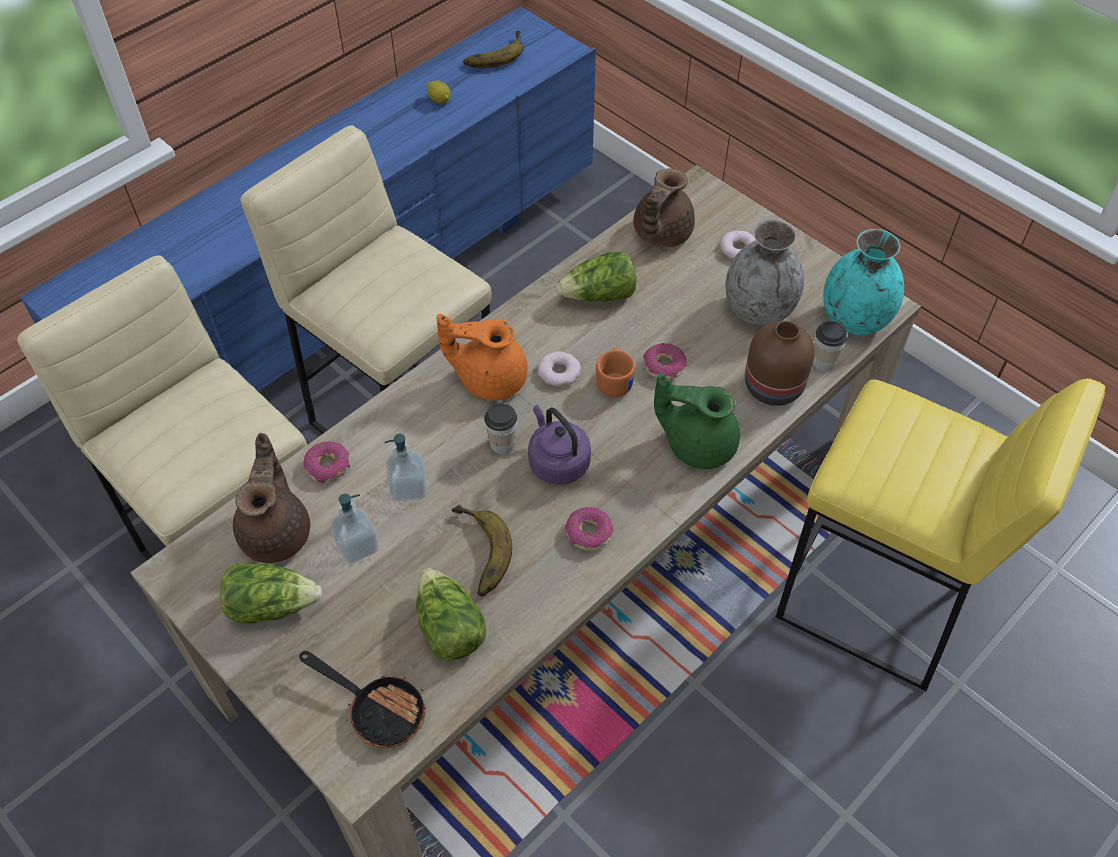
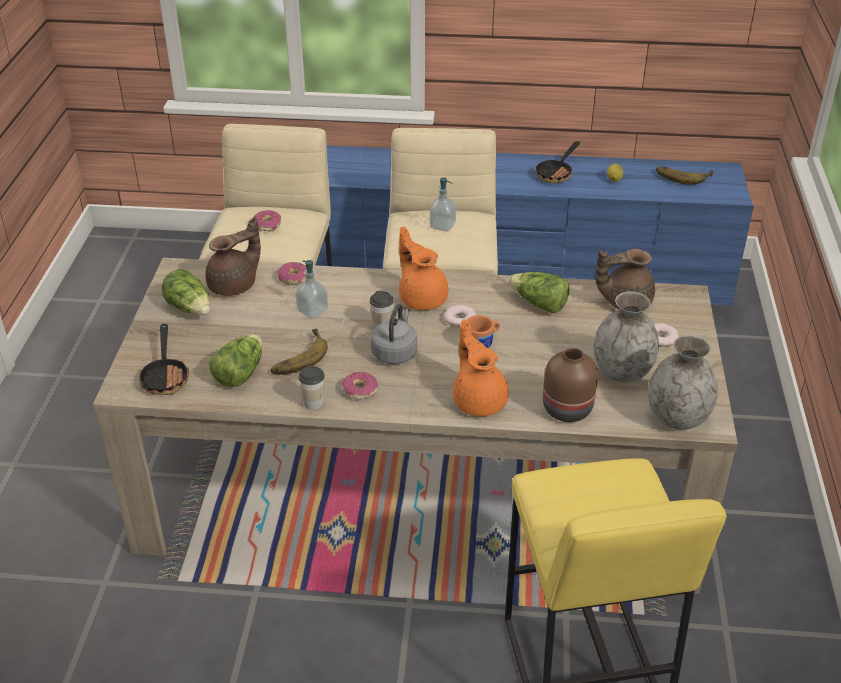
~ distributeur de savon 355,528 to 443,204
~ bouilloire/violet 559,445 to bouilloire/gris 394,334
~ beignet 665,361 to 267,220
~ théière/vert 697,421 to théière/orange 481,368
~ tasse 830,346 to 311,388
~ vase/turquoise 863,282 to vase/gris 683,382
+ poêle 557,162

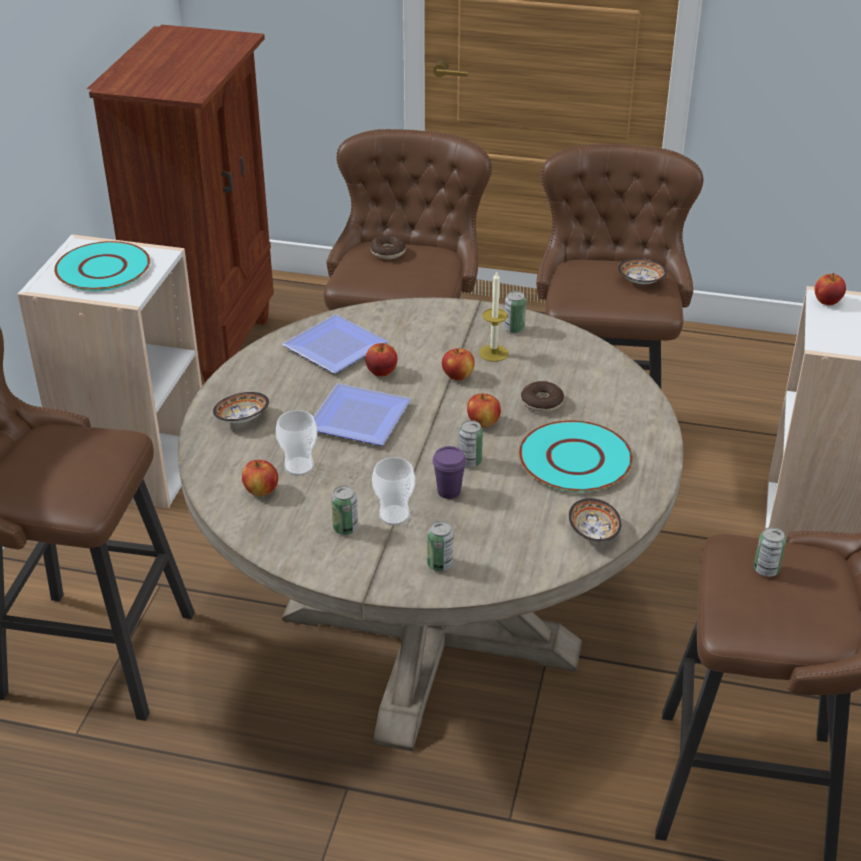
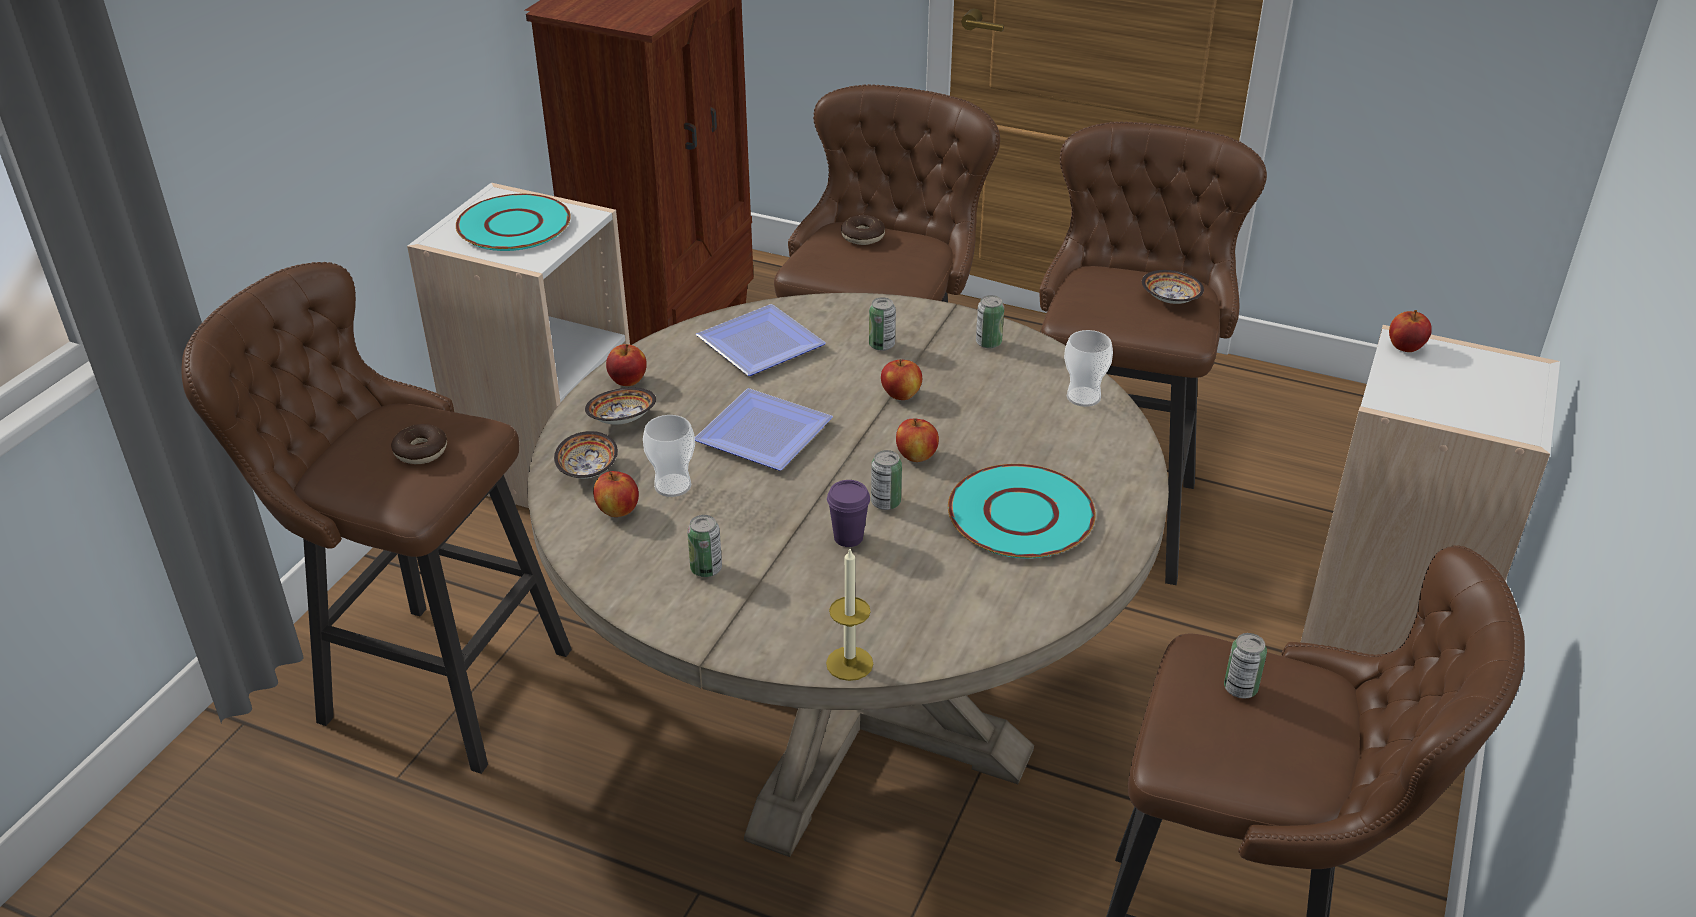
~ pomme 381,360 to 626,365
~ tasse 393,491 to 1088,368
~ boîte métallique 440,546 to 882,324
~ bougie 493,317 to 849,615
~ beignet 542,397 to 419,444
~ bol 595,520 to 586,455

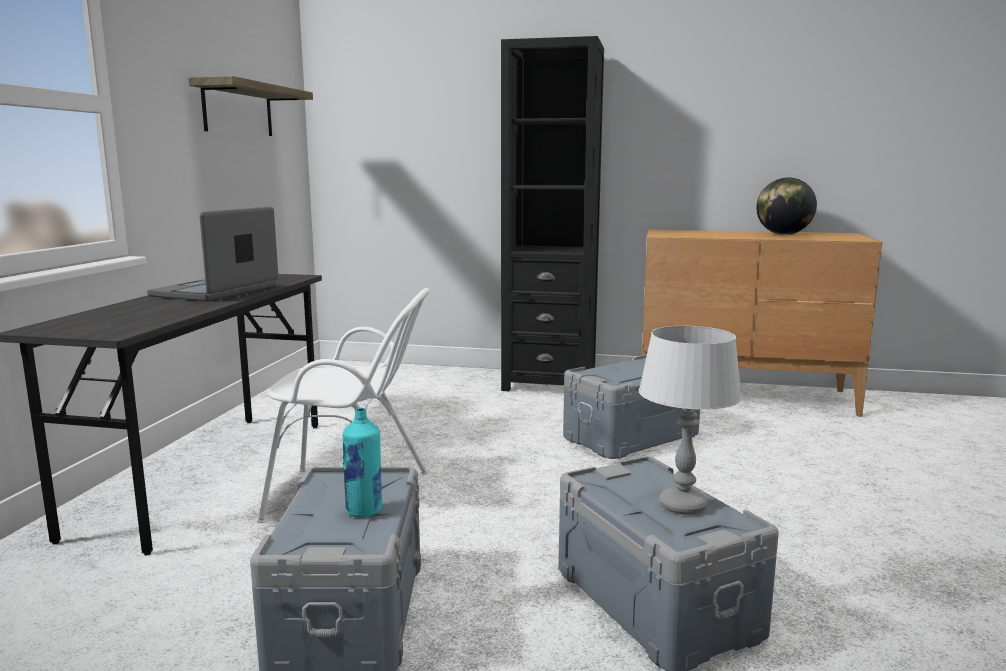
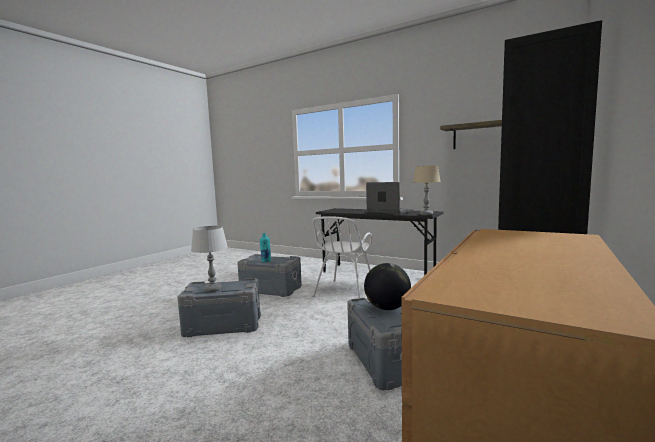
~ globe 786,206 to 387,286
+ lampe de table/beige 426,190

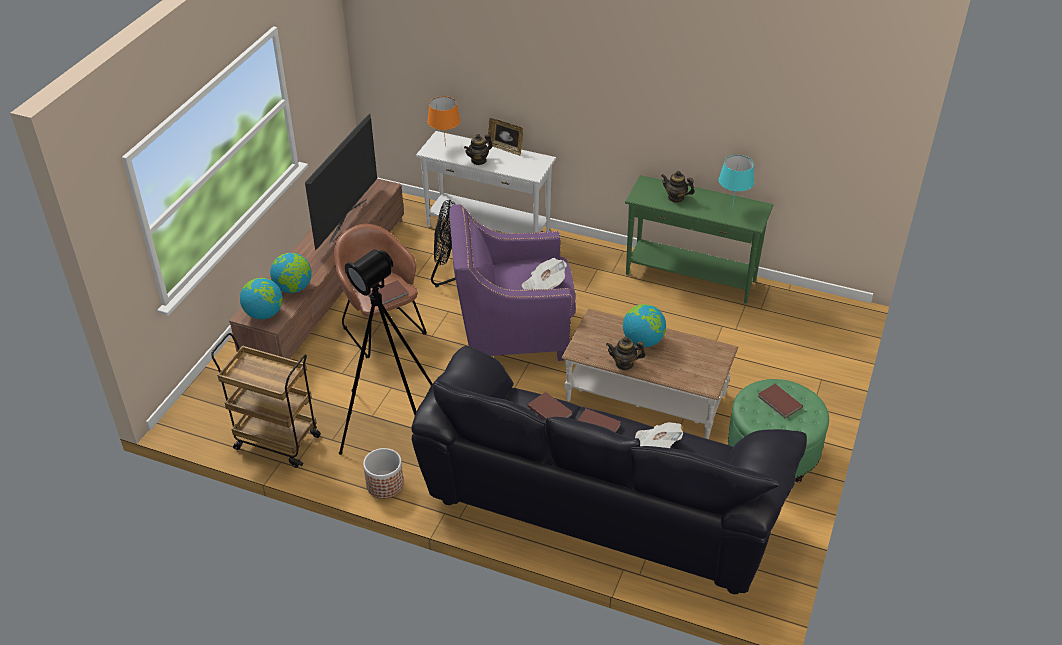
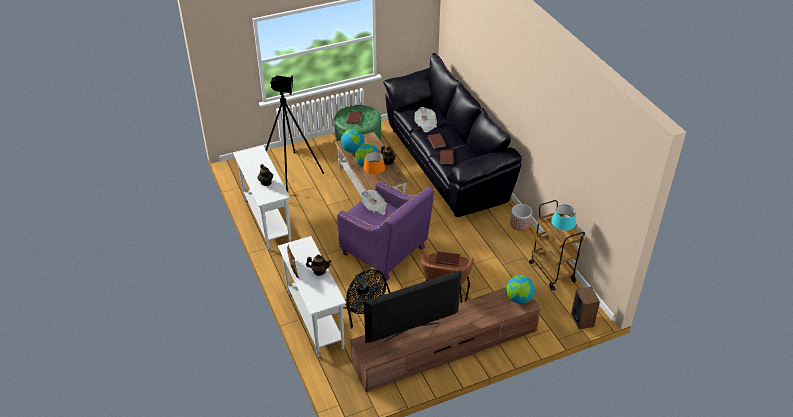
~ globe 291,273 to 352,141
~ lampadaire/noir 386,352 to 294,133
~ lampe de table/orange 443,121 to 374,167
~ table console/vert 699,239 to table console/blanc 262,198
~ lampe de table/turquoise 736,179 to 563,219
+ enceinte 585,308

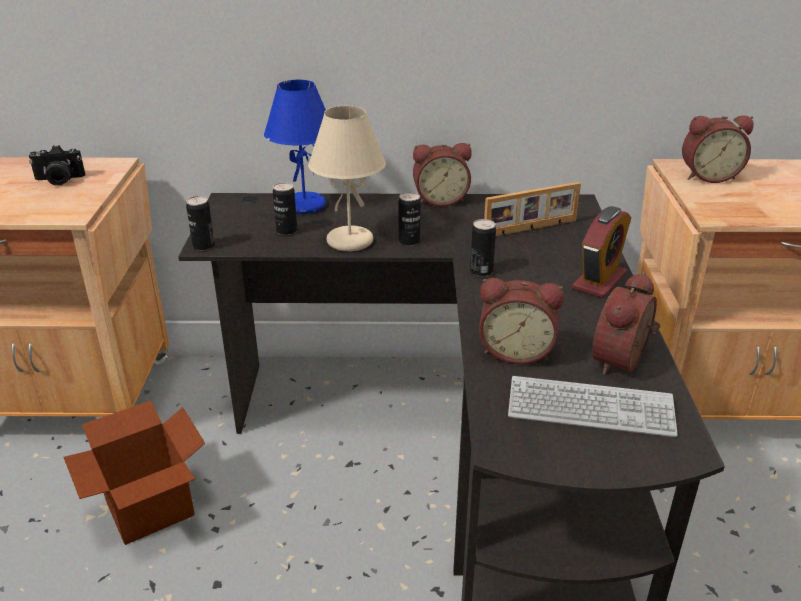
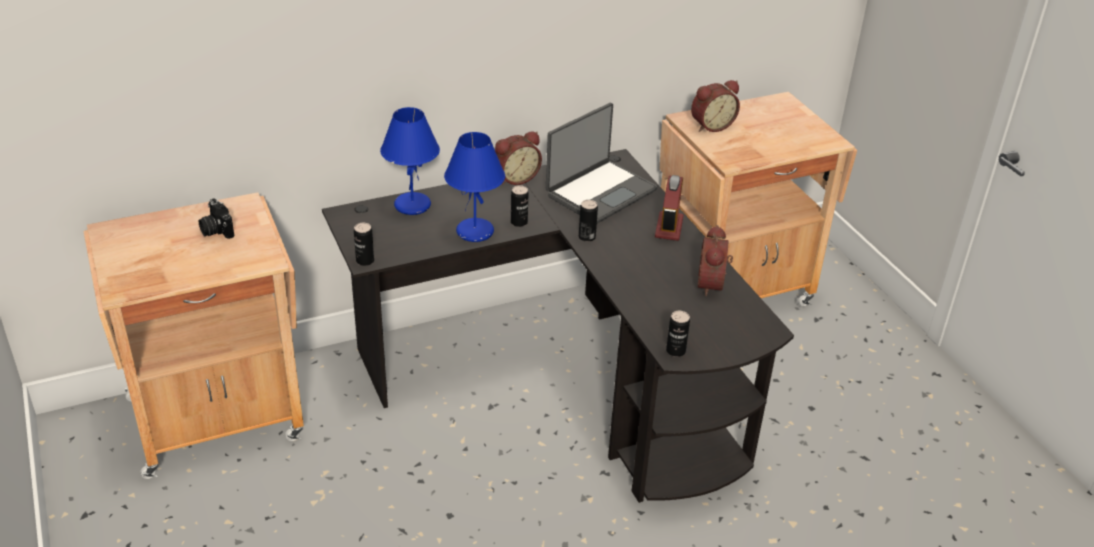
~ appareil photo 57,165 = 216,218 90 degrees clockwise
- carton 134,473
~ boîte métallique 285,208 to 678,334
~ lampe de table/beige 347,178 to lampe de table/bleu 474,187
- réveil 521,321
~ cadre photo 532,209 to ordinateur portable 601,163
- clavier 593,406

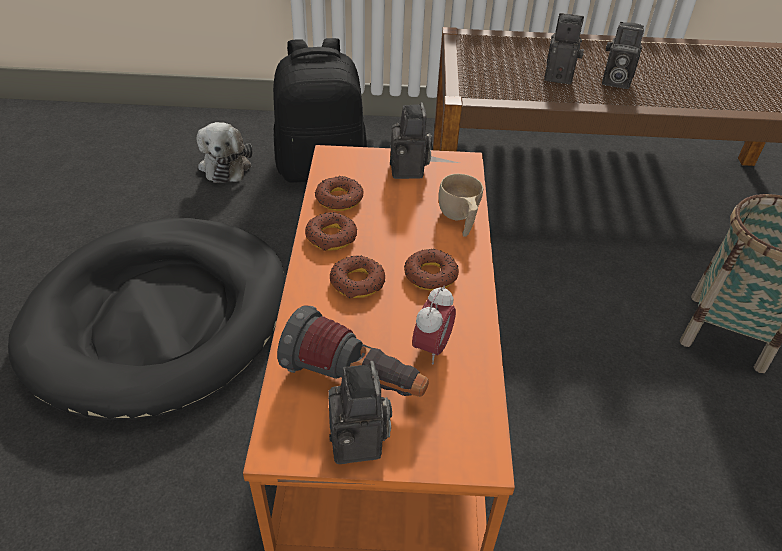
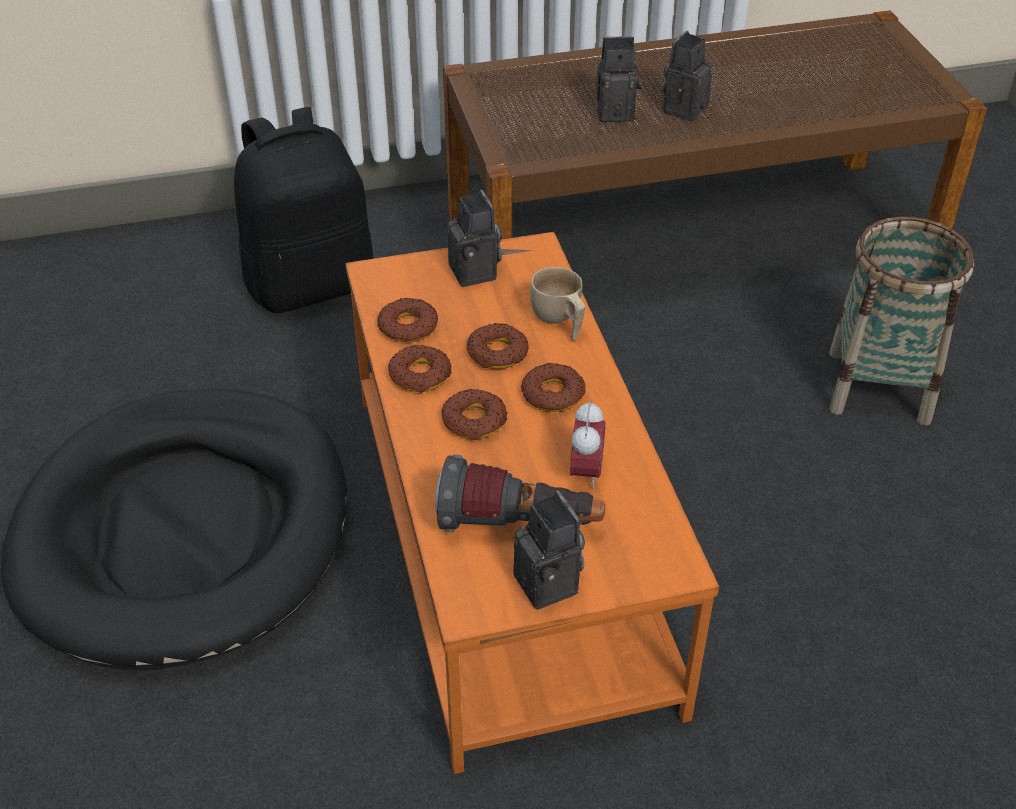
- peluche 225,152
~ appareil photo 623,55 = 687,76 120 degrees clockwise
+ beignet 497,346

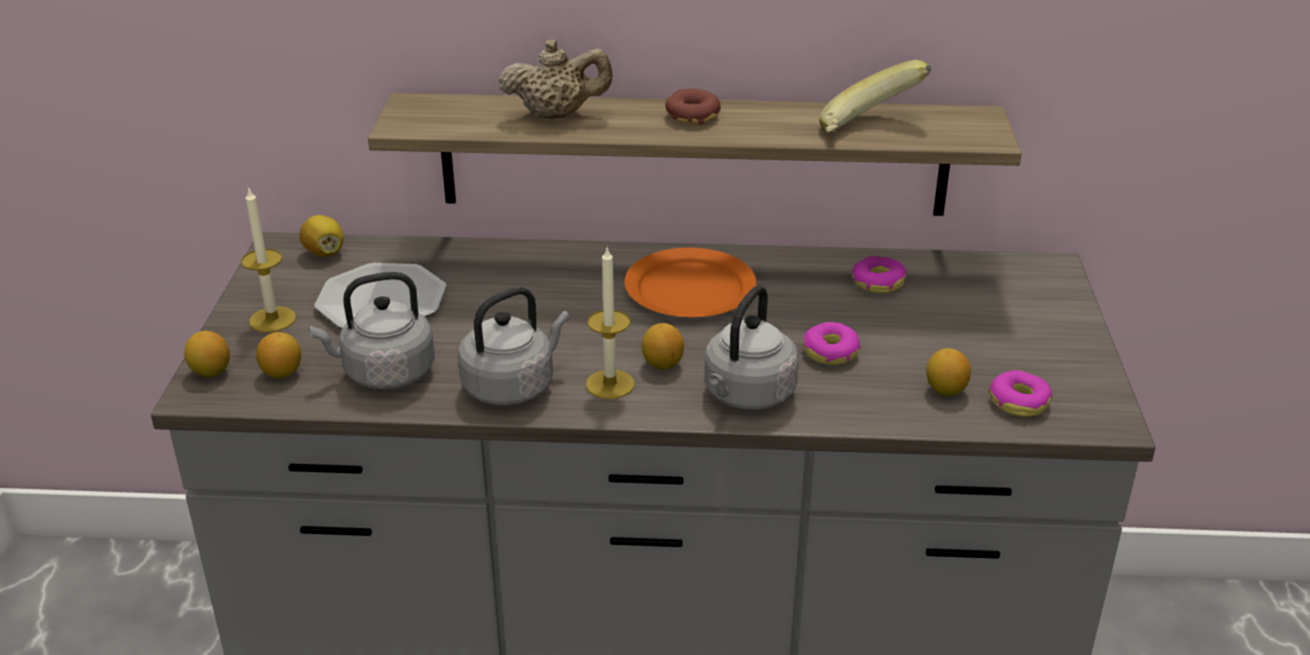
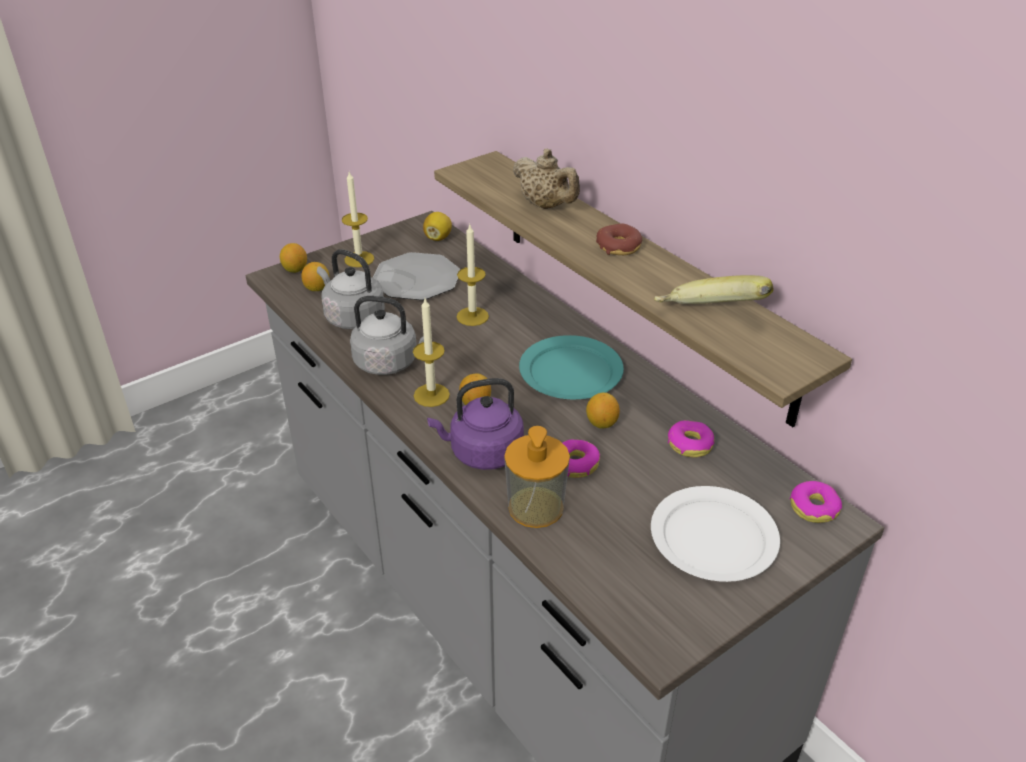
~ assiette/orange 690,282 to assiette/turquoise 571,367
~ bouilloire/gris 751,347 to bouilloire/violet 475,424
~ citron 948,372 to 603,410
~ beignet 1020,393 to 815,502
+ bougie 473,275
+ distributeur de savon 537,477
+ assiette/blanc 715,534

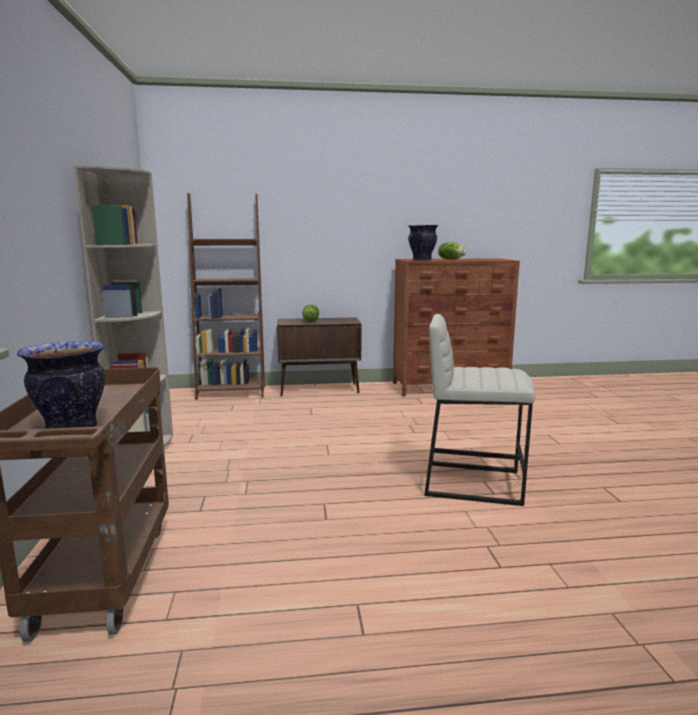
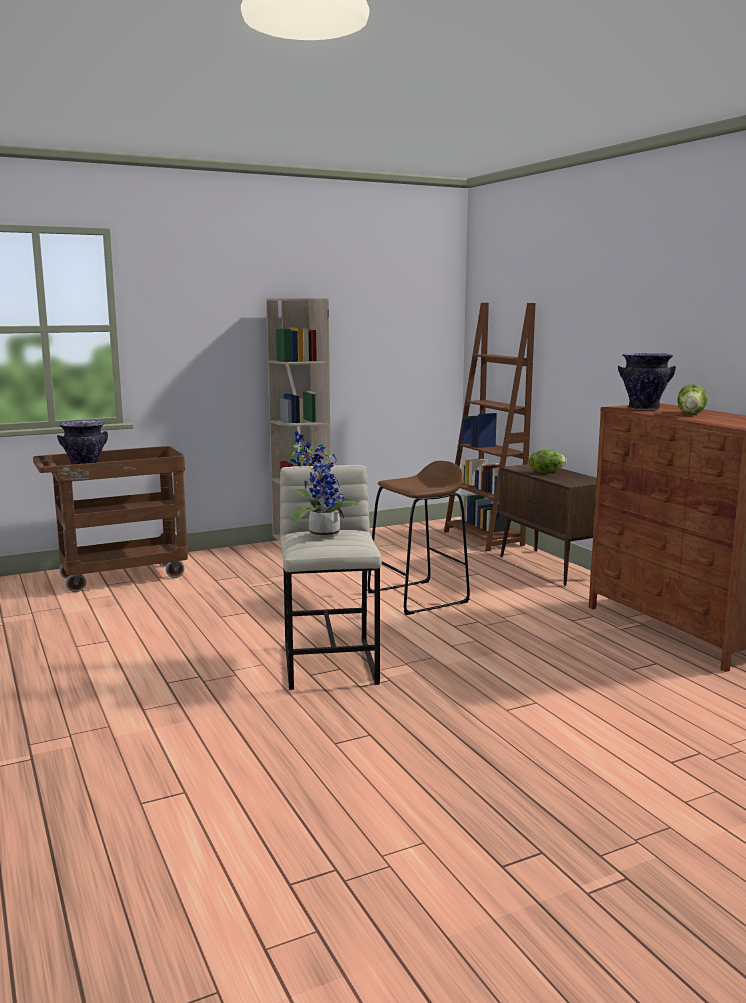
+ plante en pot 324,484
+ tabouret/marron 418,538

